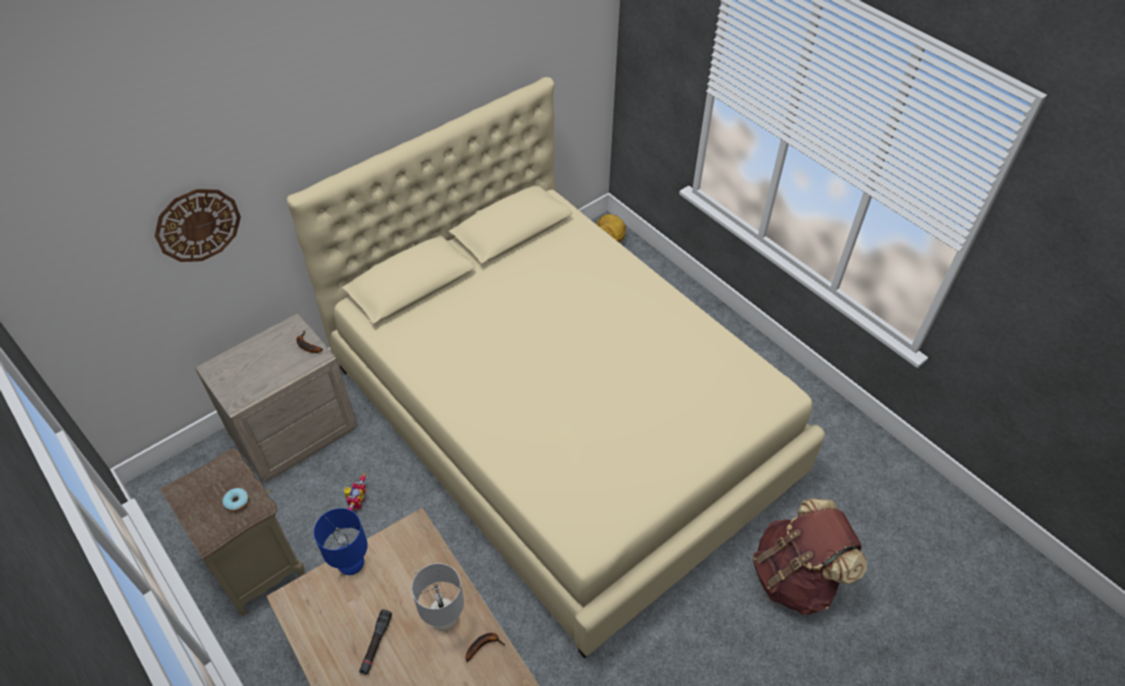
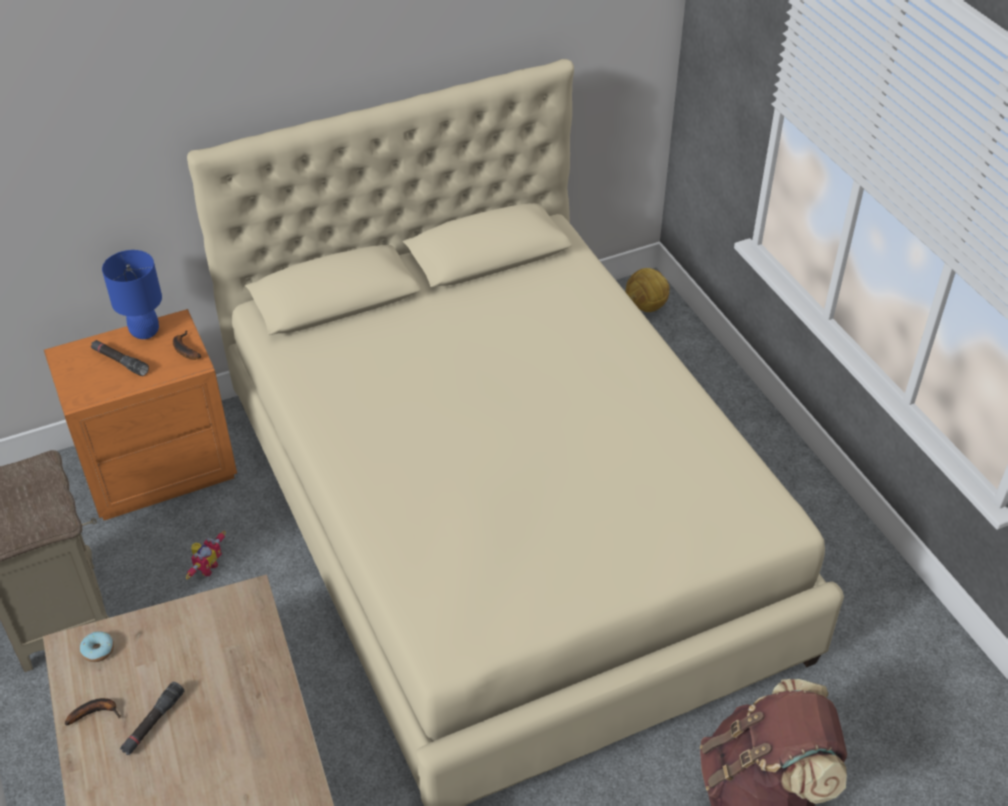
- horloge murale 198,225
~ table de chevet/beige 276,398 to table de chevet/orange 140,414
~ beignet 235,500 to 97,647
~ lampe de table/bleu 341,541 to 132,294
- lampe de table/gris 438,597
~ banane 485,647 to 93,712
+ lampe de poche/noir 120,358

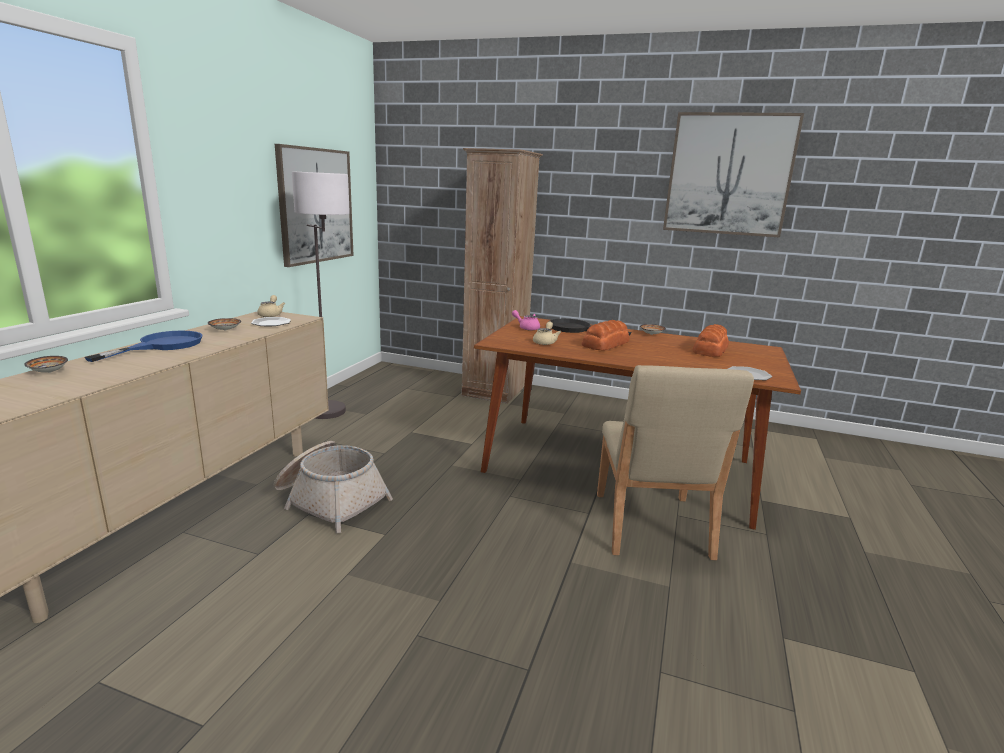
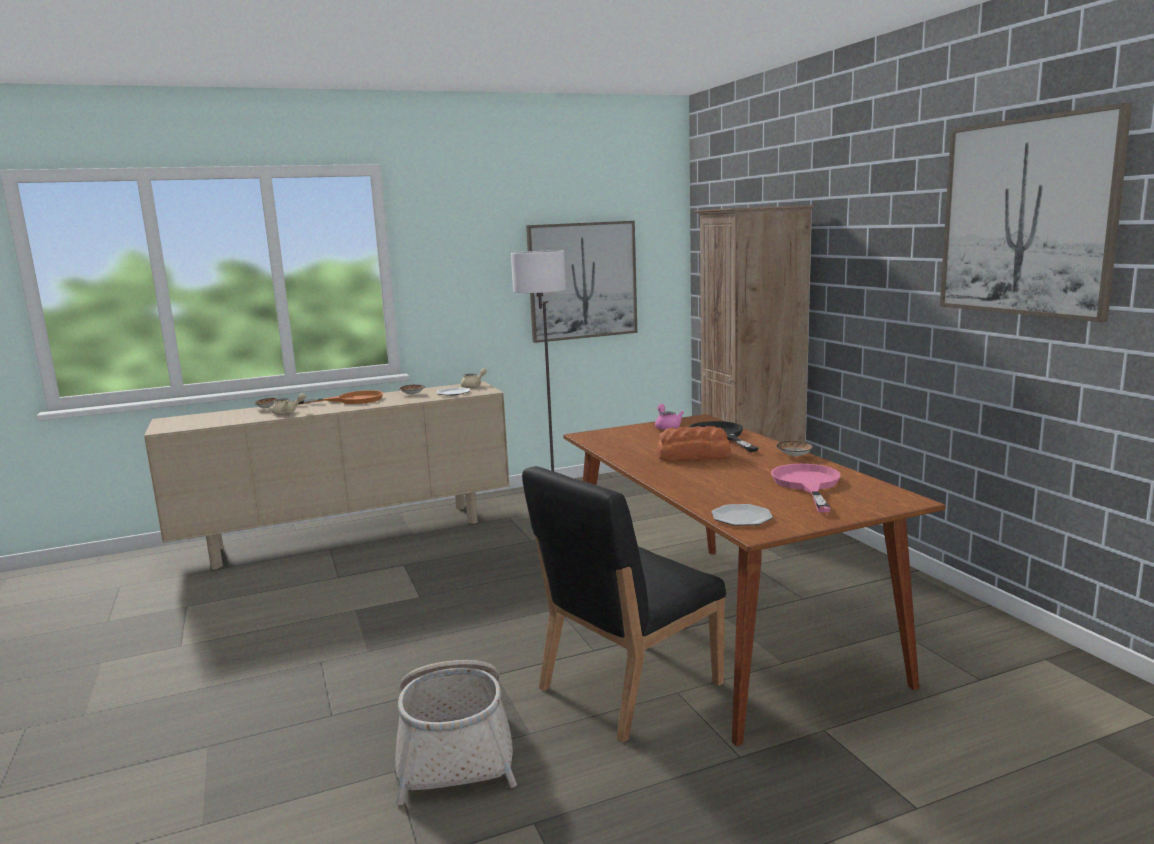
~ poêle/bleu 143,346 to poêle/orange 337,397
~ panier 333,487 to 456,732
~ théière/beige 547,333 to 289,404
~ chaise/beige 675,462 to chaise/noir 624,604
~ pain 710,340 to poêle/rose 806,488

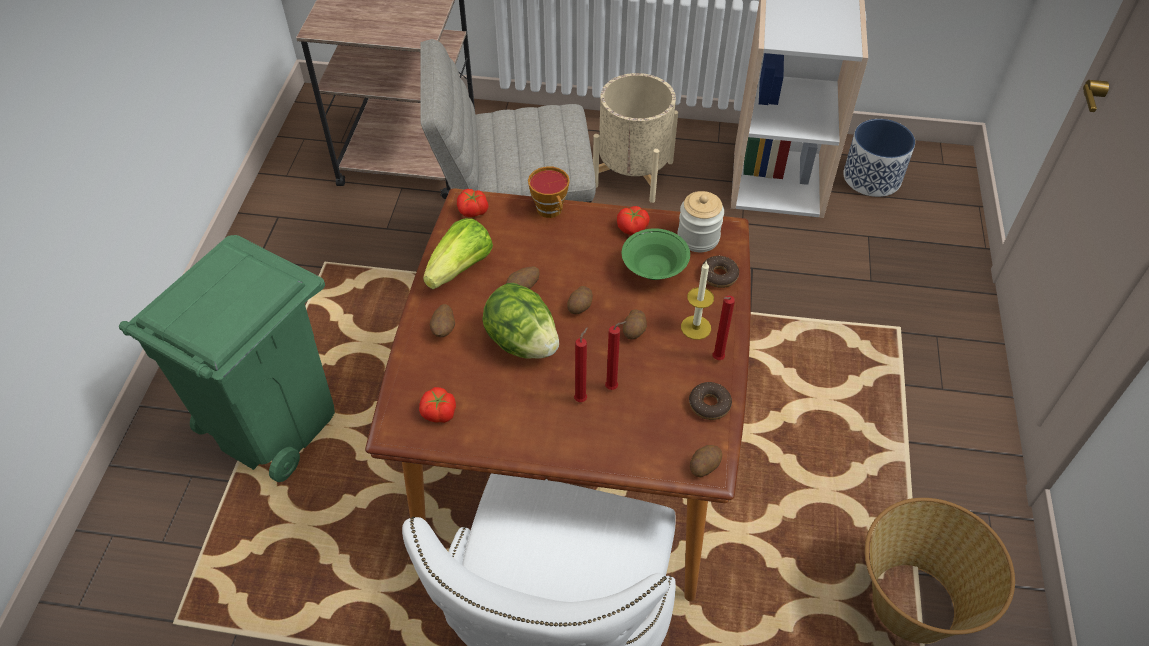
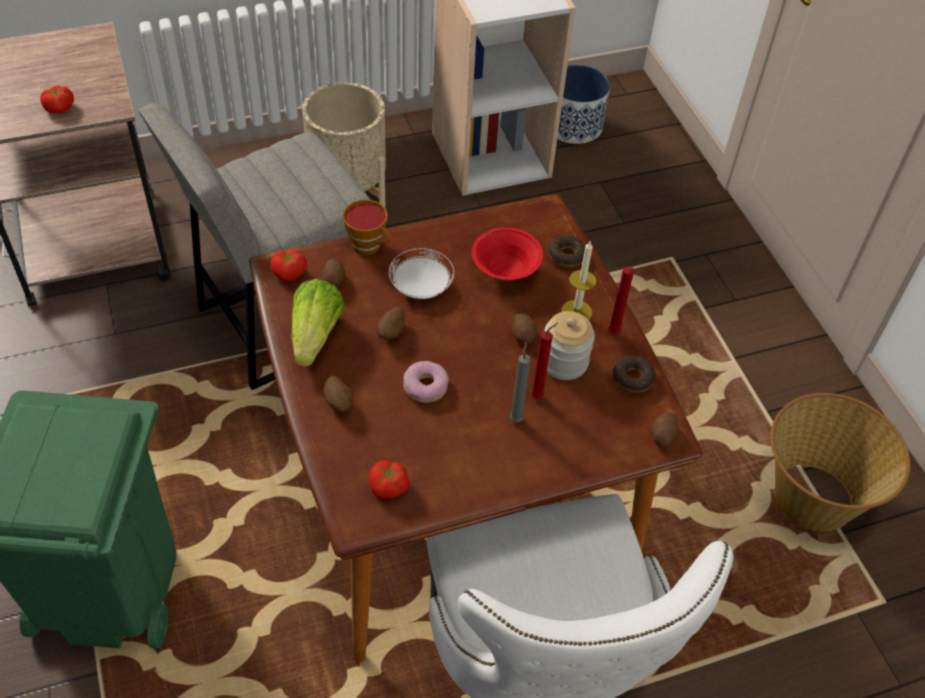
~ laitue 520,321 to beignet 426,382
~ pomme de terre 580,300 to 334,273
~ bougie/rouge 581,364 to bougie/gris 520,382
~ tomate 633,220 to 57,99
~ bol/vert 656,254 to bol/rouge 507,254
~ bocal 700,221 to 569,345
+ assiette/blanc 421,273

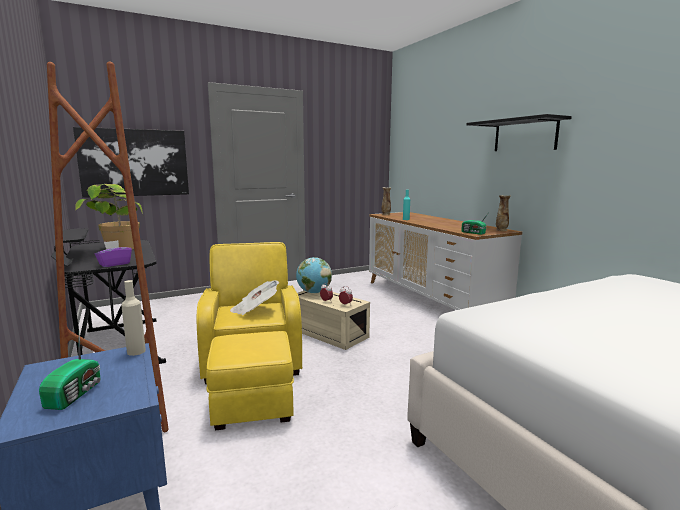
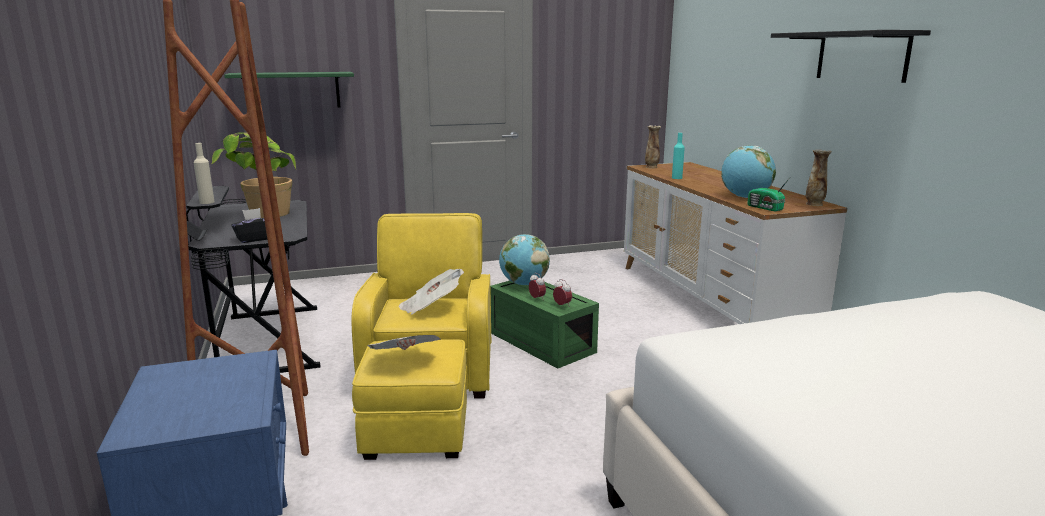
- radio 70,371
~ tableau 131,162 to étagère/vert 289,90
~ boîte à mouchoirs/violet 113,253 to boîte à mouchoirs/noir 249,225
~ bouteille/beige 133,318 to 203,173
~ boîte de rangement/beige 333,320 to boîte de rangement/vert 544,325
+ journal 404,342
+ globe 748,172

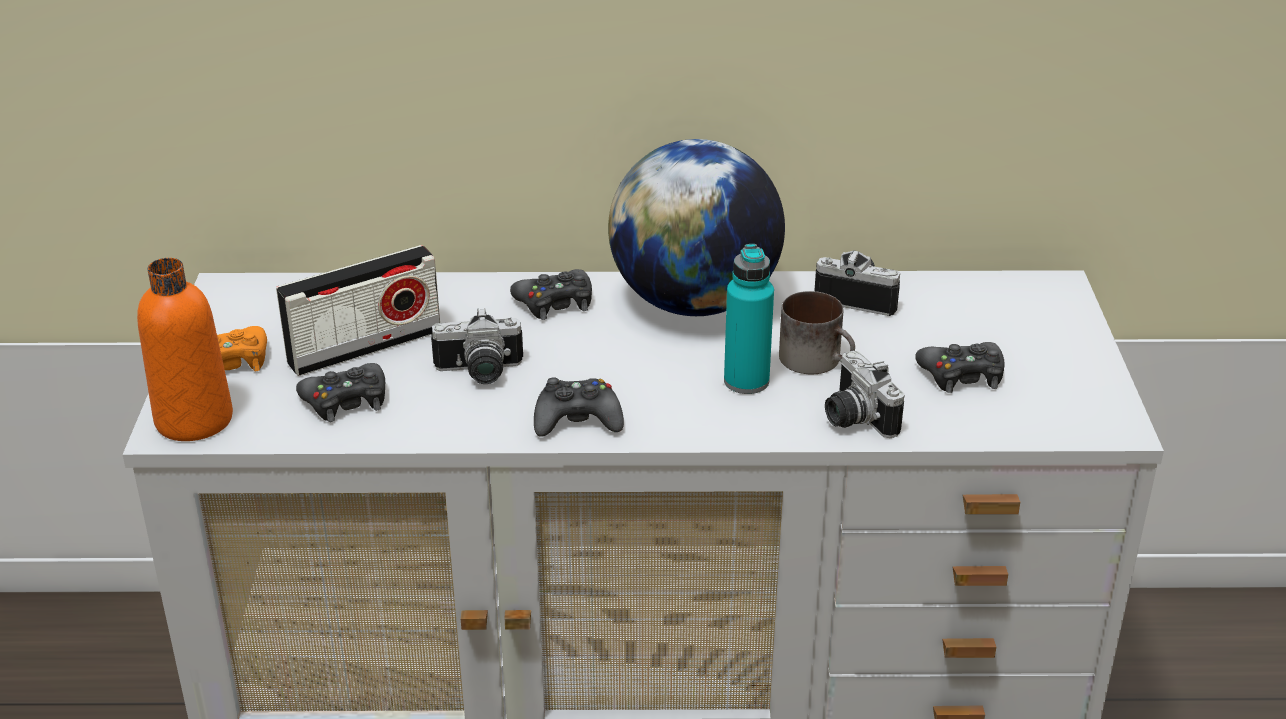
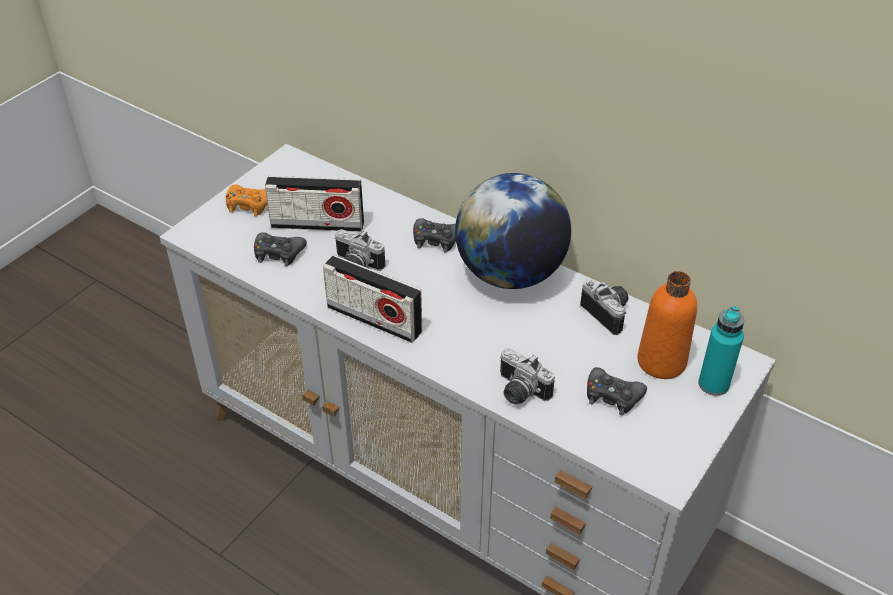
~ bouteille/orange 185,349 to 667,325
~ manette/noir 579,406 to radio 372,299
~ bouteille/turquoise 749,319 to 721,351
- mug 817,332
~ appareil photo 865,394 = 527,376 60 degrees counterclockwise

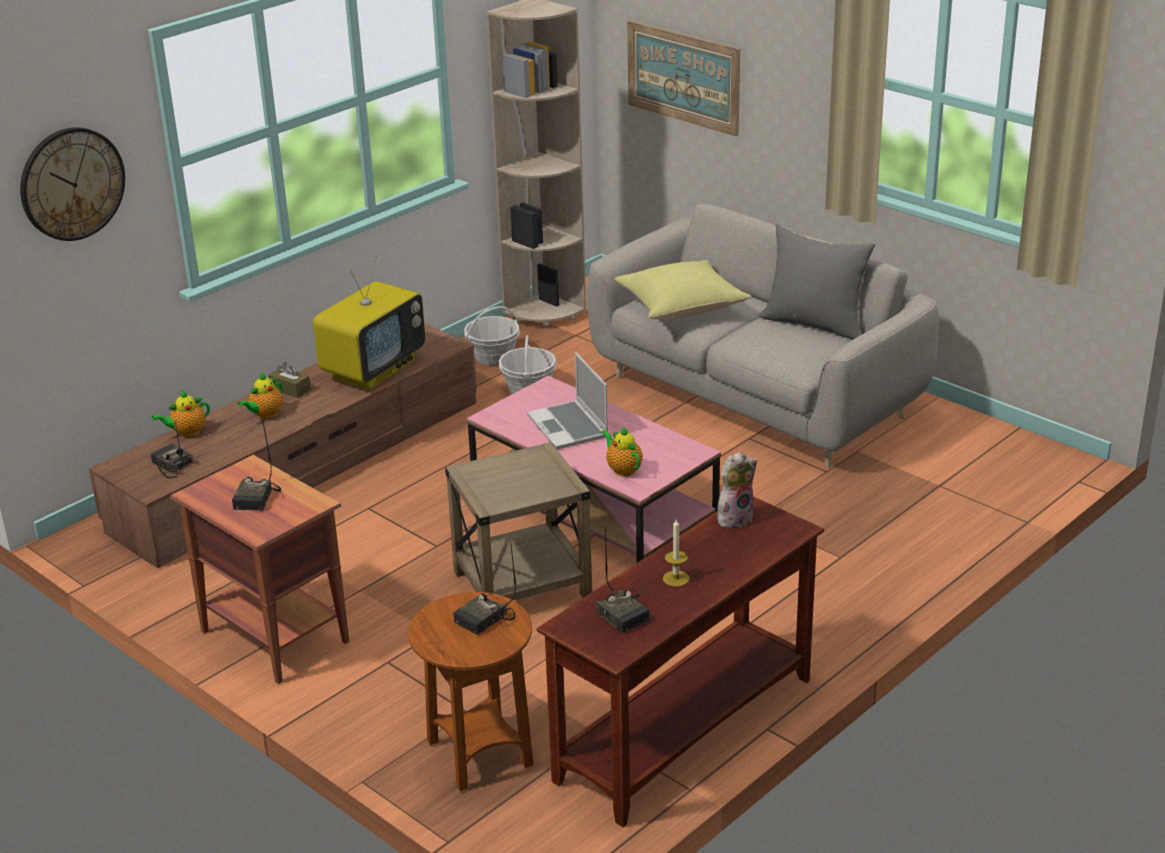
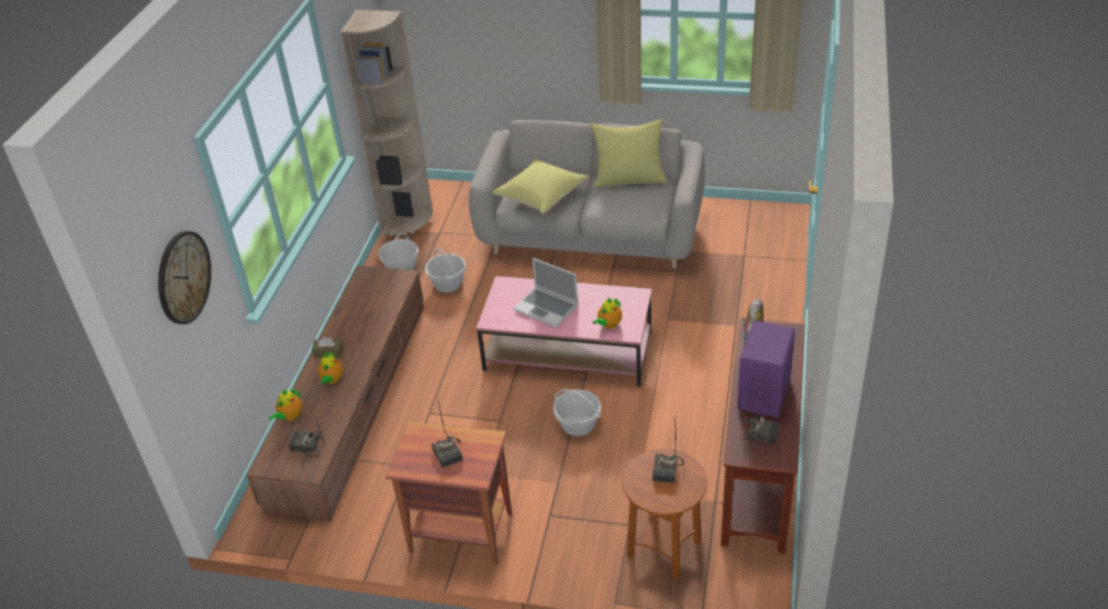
- téléviseur 369,322
~ table d'appoint/beige 518,521 to panier 577,412
~ théière 622,451 = 607,313 75 degrees counterclockwise
- tableau 683,78
~ bougie 676,553 to enceinte/violet 766,369
~ coussin/gris 817,282 to coussin/jaune 629,153

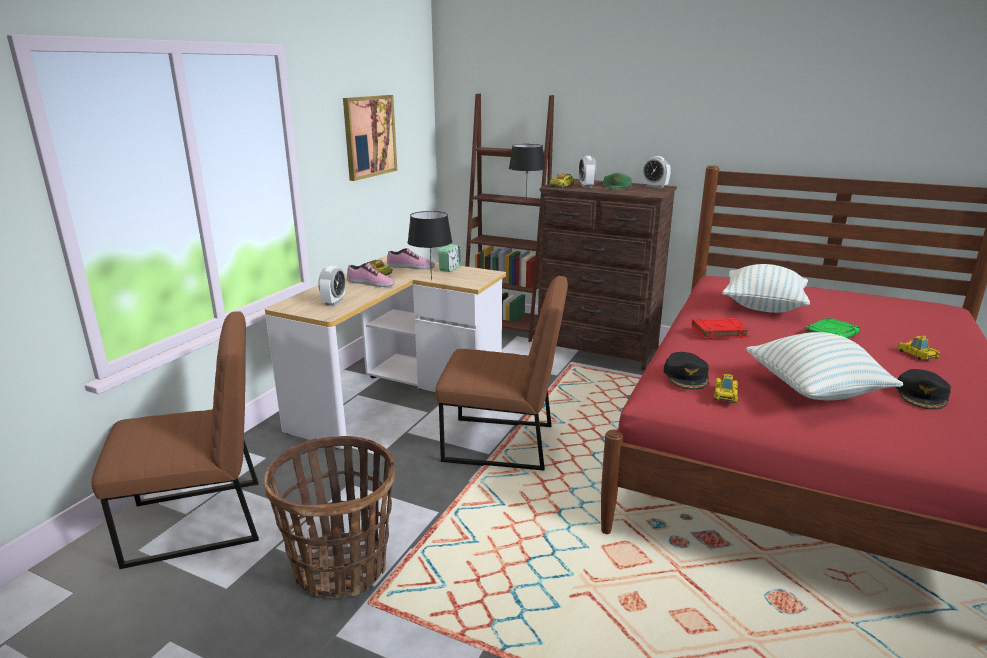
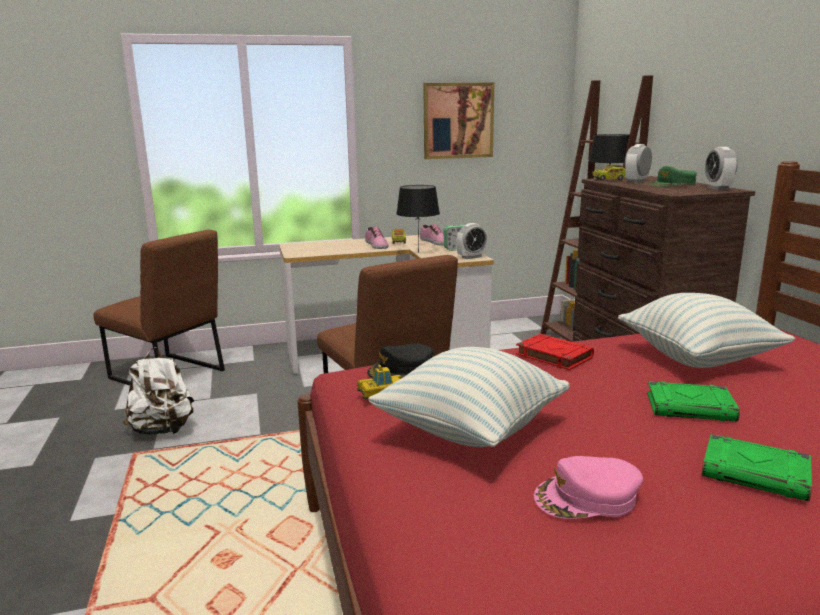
~ panier 329,517 to sac à dos/blanc 158,391
~ réveil 332,286 to 472,241
~ casquette/noir 923,389 to casquette/rose 588,487
~ petite voiture 918,348 to livre/vert 757,467

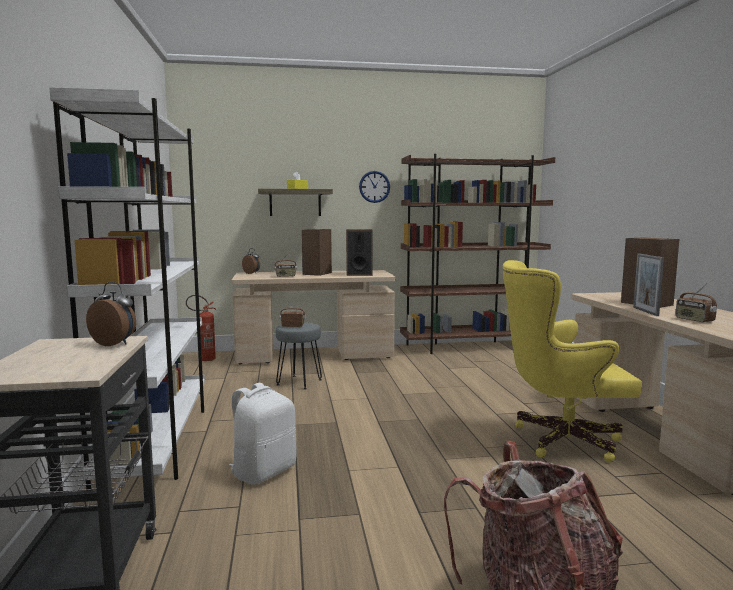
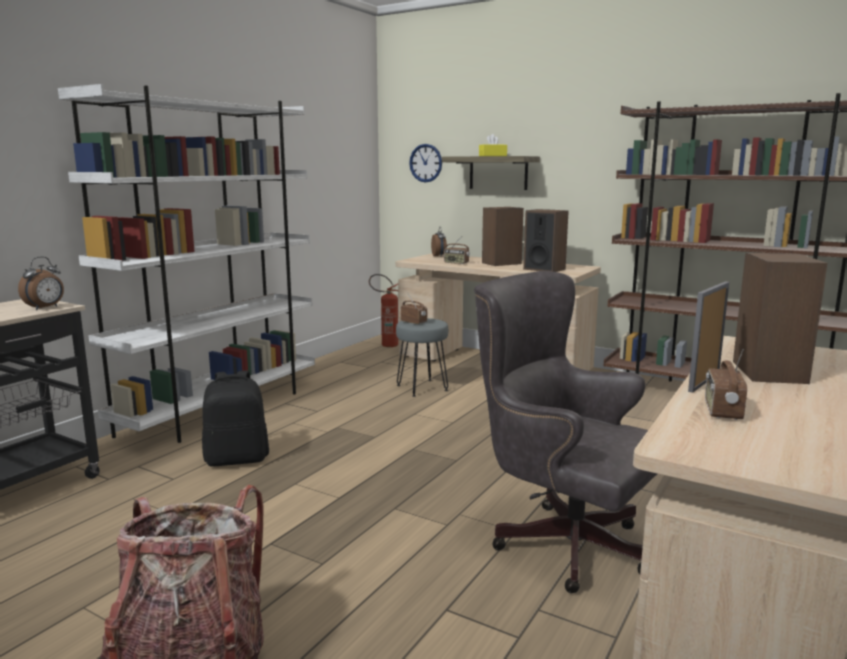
~ réveil 111,314 = 41,283 60 degrees clockwise
~ sac à dos/blanc 263,433 to sac à dos/noir 235,418
~ horloge murale 374,187 to 425,163
~ chaise de bureau/jaune 572,361 to chaise de bureau/gris 565,432

